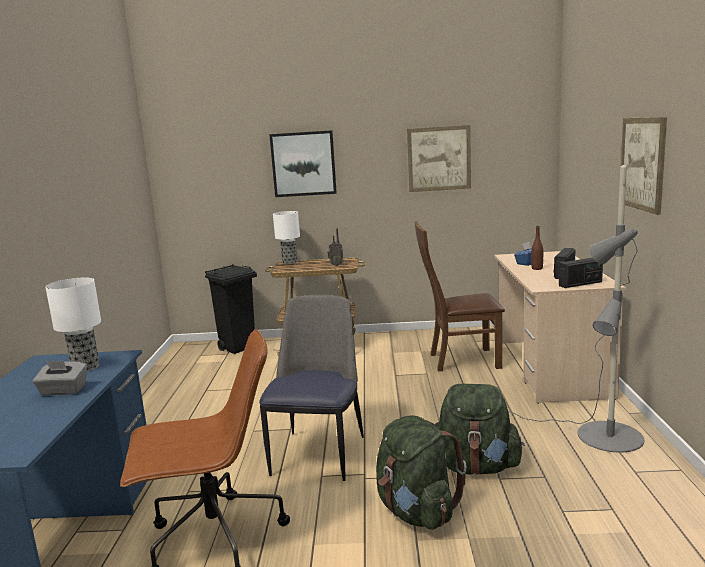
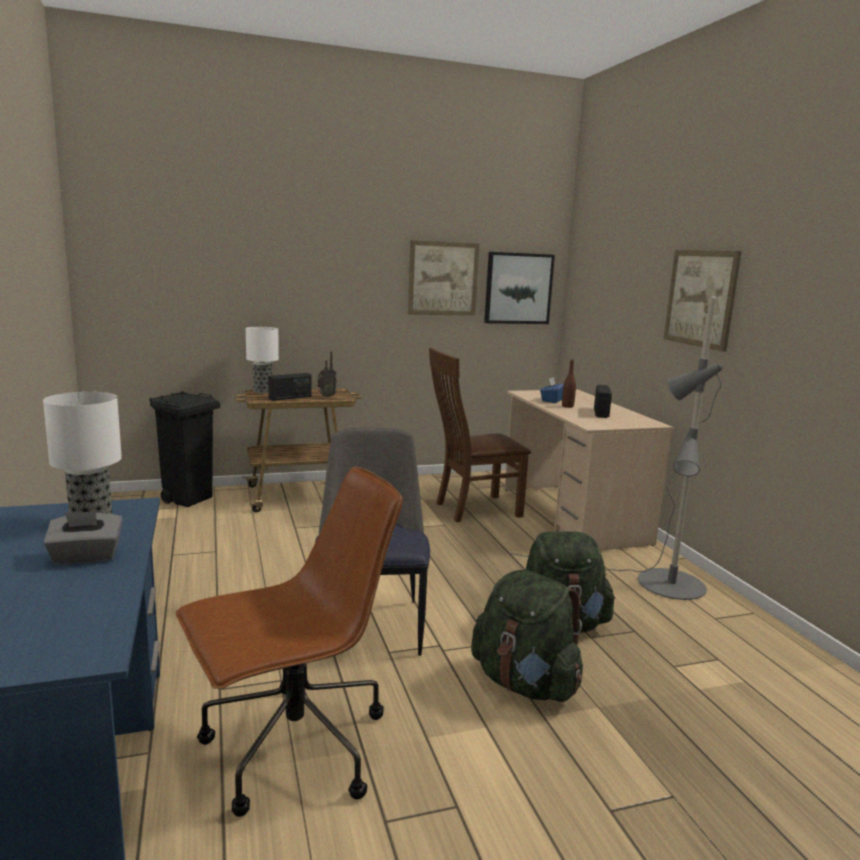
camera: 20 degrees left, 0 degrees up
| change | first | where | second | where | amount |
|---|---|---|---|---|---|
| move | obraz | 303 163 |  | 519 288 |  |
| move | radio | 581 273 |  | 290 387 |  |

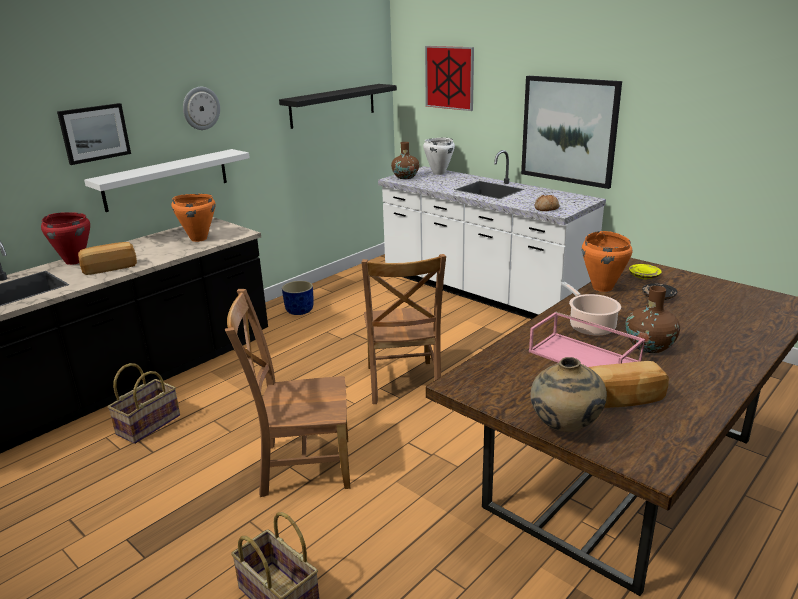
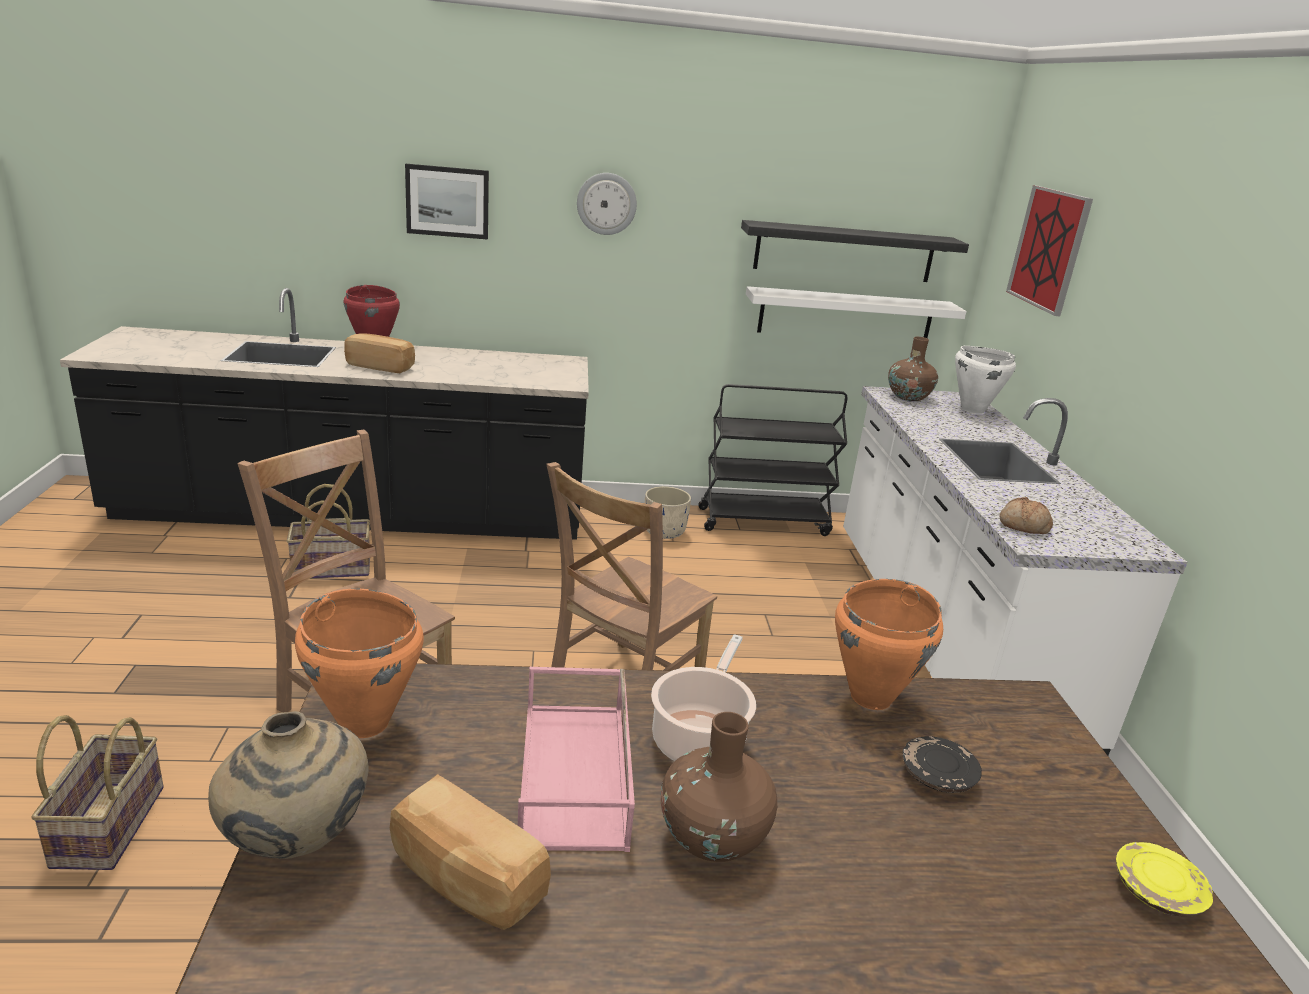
camera: 40 degrees right, 0 degrees up
| change | first | where | second | where | amount |
|---|---|---|---|---|---|
| delete | obraz | 571 132 |  |  |  |
| insert |  |  | wózek/czarny | 772 460 |  |
| move | półka/biały | 167 180 |  | 856 312 |  |
| move | garnek/pomarańczowy | 193 218 |  | 359 663 |  |
| move | talerz/żółty | 645 271 |  | 1164 879 |  |
| recolor | donica/niebieski | 298 298 | donica/beżowy | 668 512 |  |

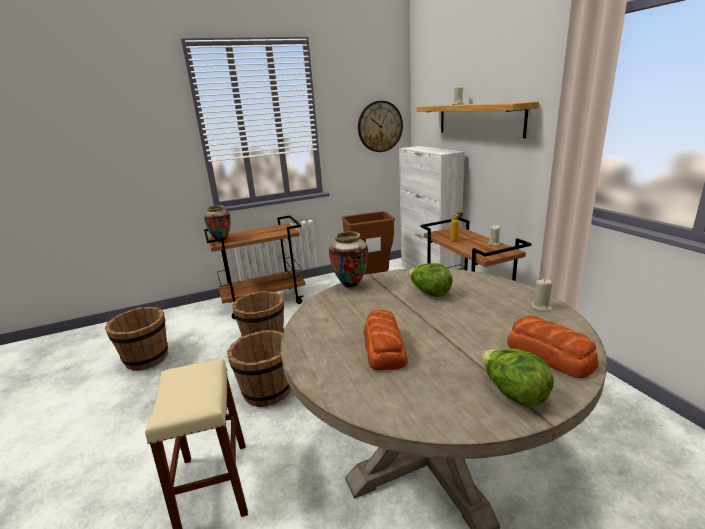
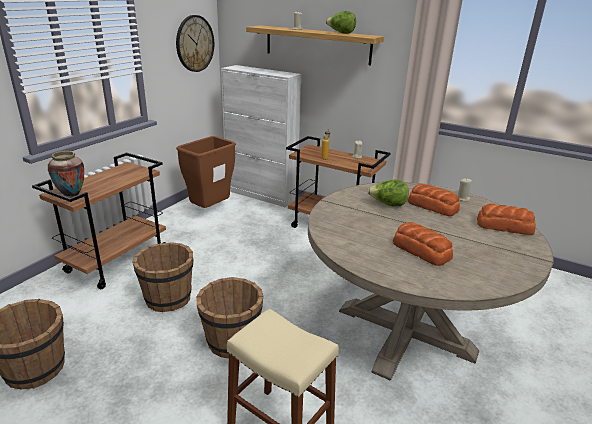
camera: 40 degrees left, 5 degrees up
| change | first | where | second | where | amount |
|---|---|---|---|---|---|
| delete | wazon | 348 260 |  |  |  |
| insert |  |  | chleb | 434 200 |  |
| move | sałata | 517 377 |  | 341 22 |  |

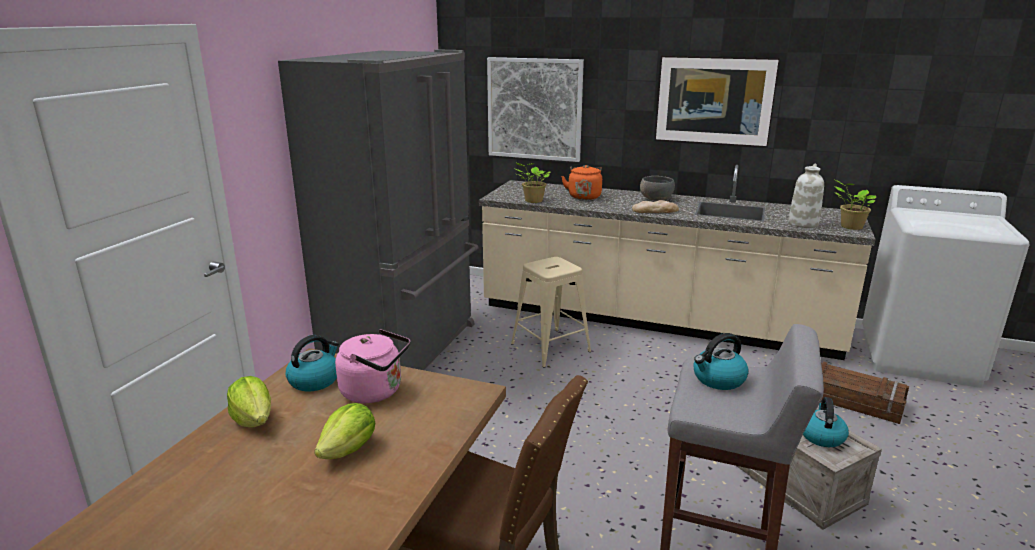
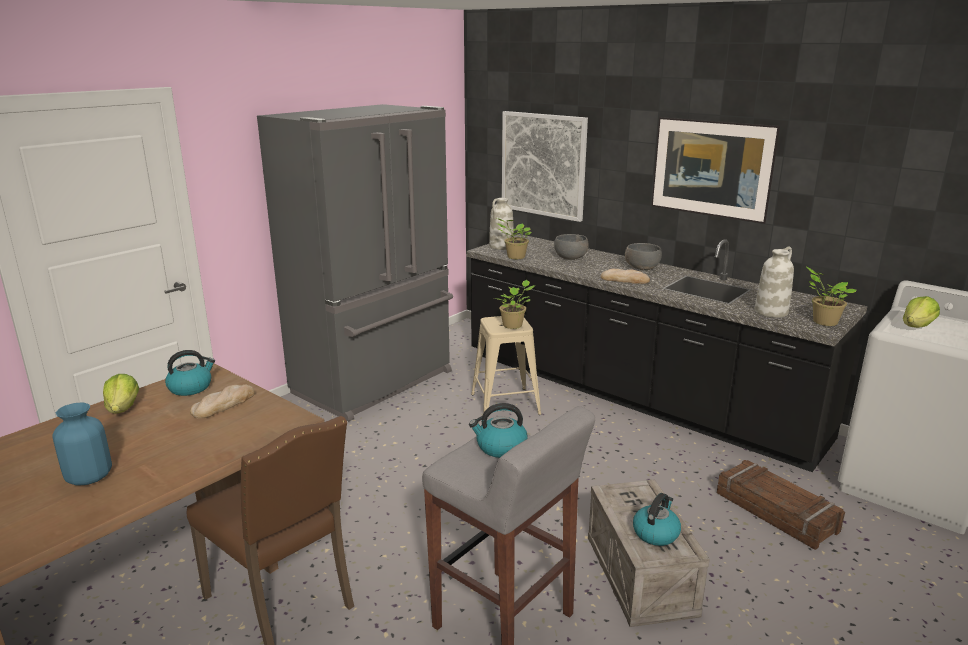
camera: 20 degrees right, 0 degrees up
| change | first | where | second | where | amount |
|---|---|---|---|---|---|
| insert |  |  | wazon/niebieski | 82 444 |  |
| insert |  |  | wazon/biały | 501 224 |  |
| insert |  |  | roślina doniczkowa | 514 304 |  |
| move | sałata | 344 431 |  | 921 312 |  |
| replace | czajnik/różowy | 372 366 | chleb | 222 402 |  |
| replace | czajnik/pomarańczowy | 581 182 | miska/szary | 571 247 |  |
| recolor | zabudowa kuchenna/beżowy | 677 262 | zabudowa kuchenna/czarny | 667 353 |  |

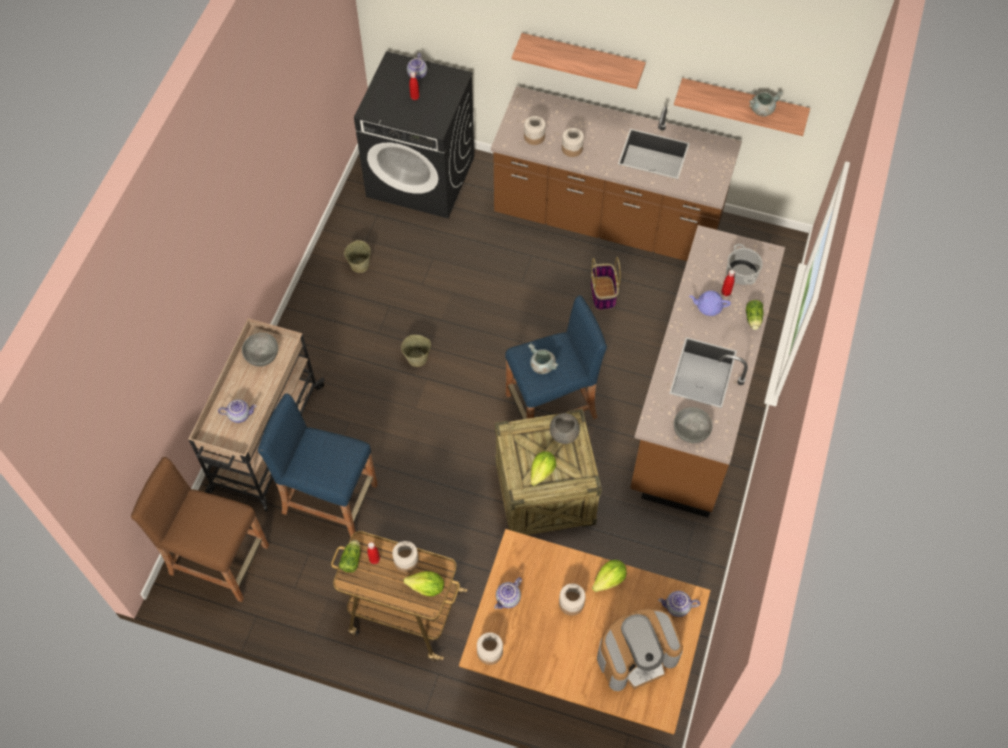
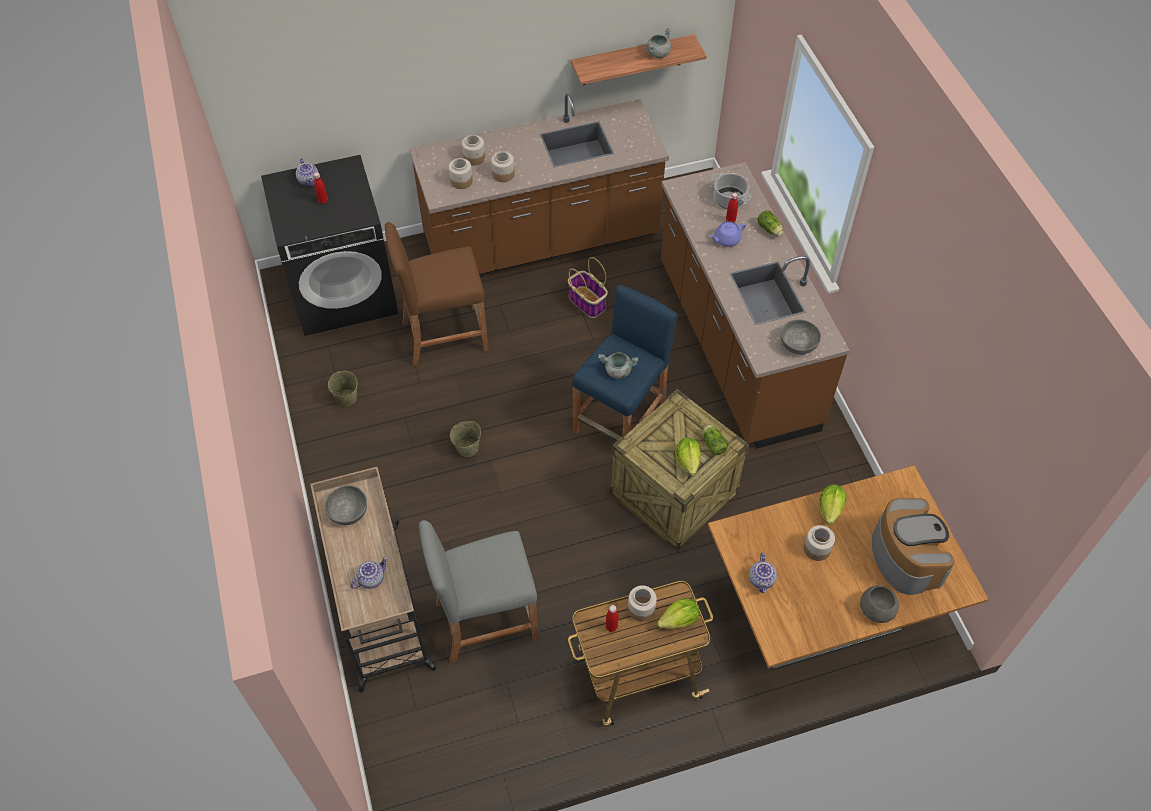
camera: 35 degrees left, 5 degrees down
| change | first | where | second | where | amount |
|---|---|---|---|---|---|
| delete | półka | 579 61 |  |  |  |
| delete | imbryk | 679 604 |  |  |  |
| move | stołek/brązowy | 200 529 |  | 437 294 |  |
| move | sałata | 350 556 |  | 715 439 |  |
| move | słoik | 490 648 |  | 473 150 |  |
| move | miska/szary | 565 428 |  | 879 604 |  |
| recolor | stołek/niebieski | 318 465 | stołek/szary | 479 591 |  |
| rotate | ekspres do kawy | 640 650 |  | 913 546 | 45 degrees counterclockwise |

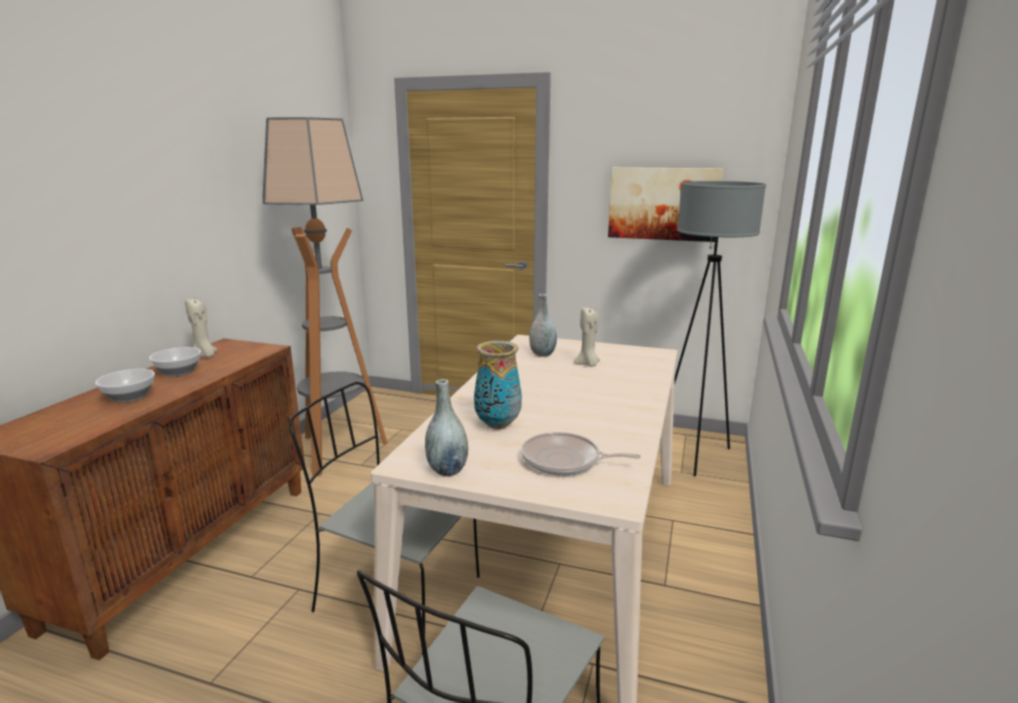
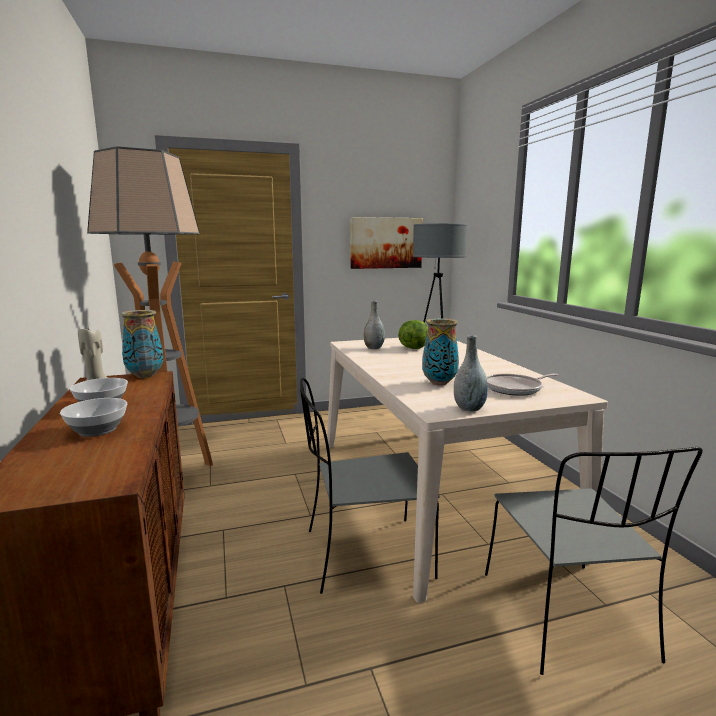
camera: 35 degrees left, 5 degrees down
| change | first | where | second | where | amount |
|---|---|---|---|---|---|
| insert |  |  | wazon | 142 344 |  |
| replace | świeca/beżowy | 587 337 | sałata | 413 334 |  |

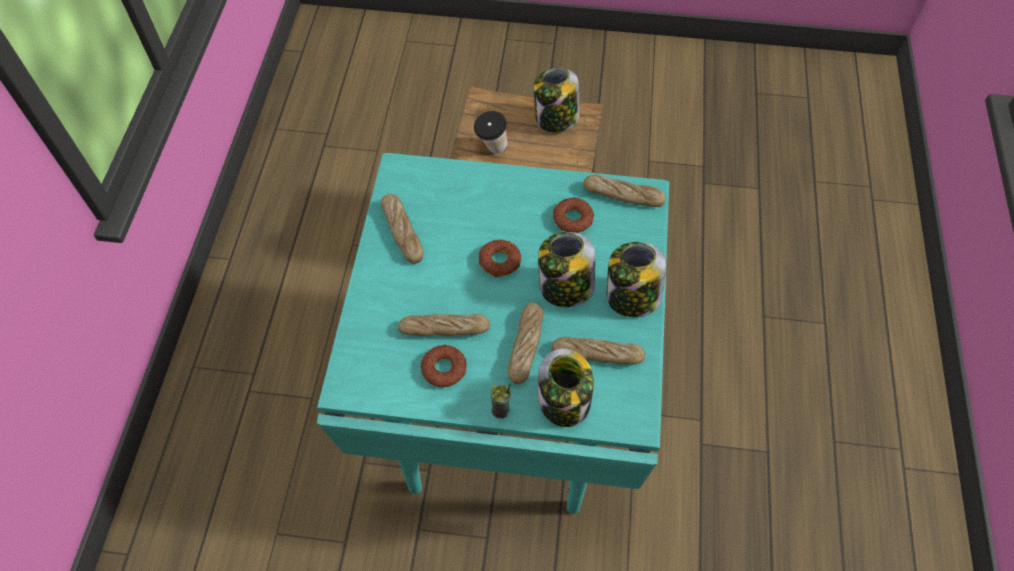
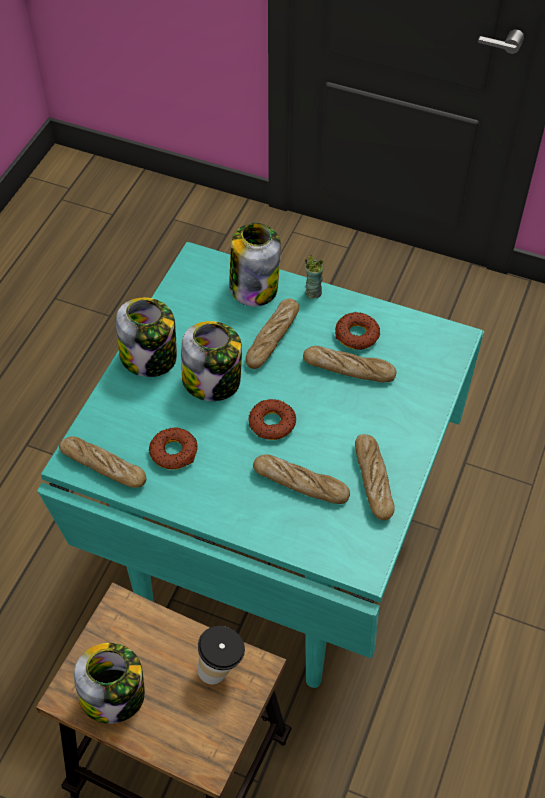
camera: 165 degrees left, 5 degrees down
| change | first | where | second | where | amount |
|---|---|---|---|---|---|
| move | chleb | 598 350 |  | 301 479 |  |

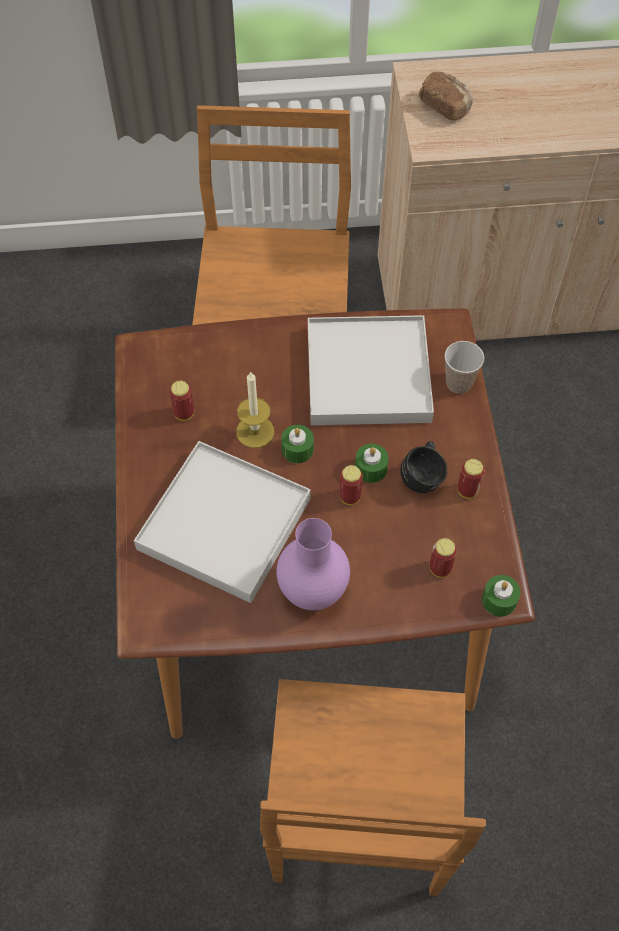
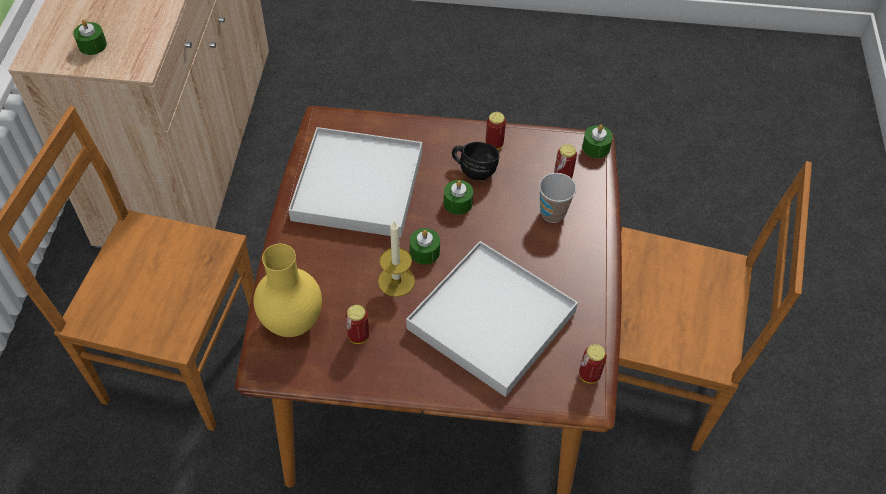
camera: 80 degrees left, 5 degrees down
| change | first | where | second | where | amount |
|---|---|---|---|---|---|
| delete | wazon/fioletowy | 313 564 |  |  |  |
| insert |  |  | wazon/żółty | 287 290 |  |
| move | puszka | 351 485 |  | 593 364 |  |
| move | filiżanka | 464 367 |  | 557 198 |  |
| replace | chleb | 446 96 | świeca/zielony | 90 37 |  |

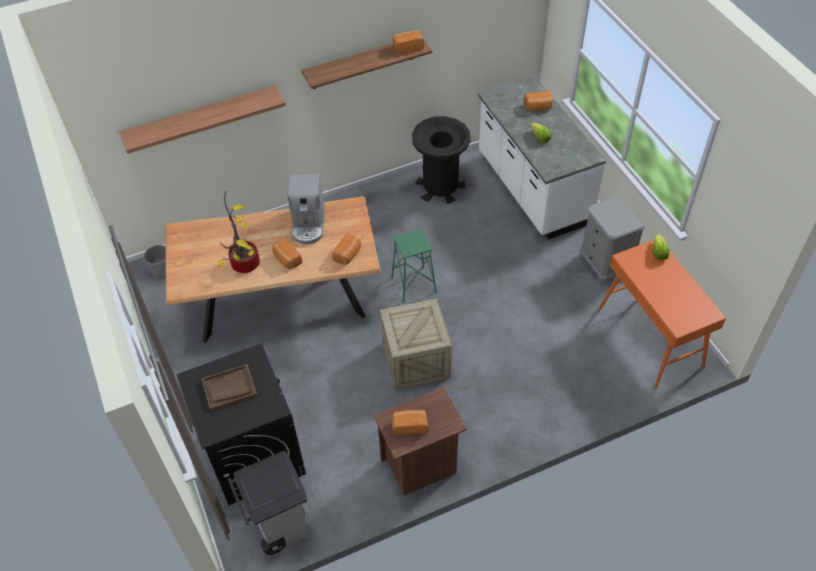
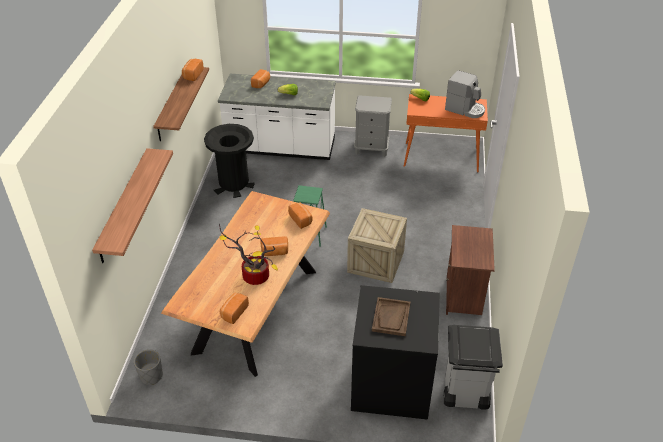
camera: 60 degrees left, 10 degrees down
| change | first | where | second | where | amount |
|---|---|---|---|---|---|
| move | ekspres do kawy | 306 209 |  | 465 94 |  |
| move | chleb | 410 422 |  | 234 308 |  |

